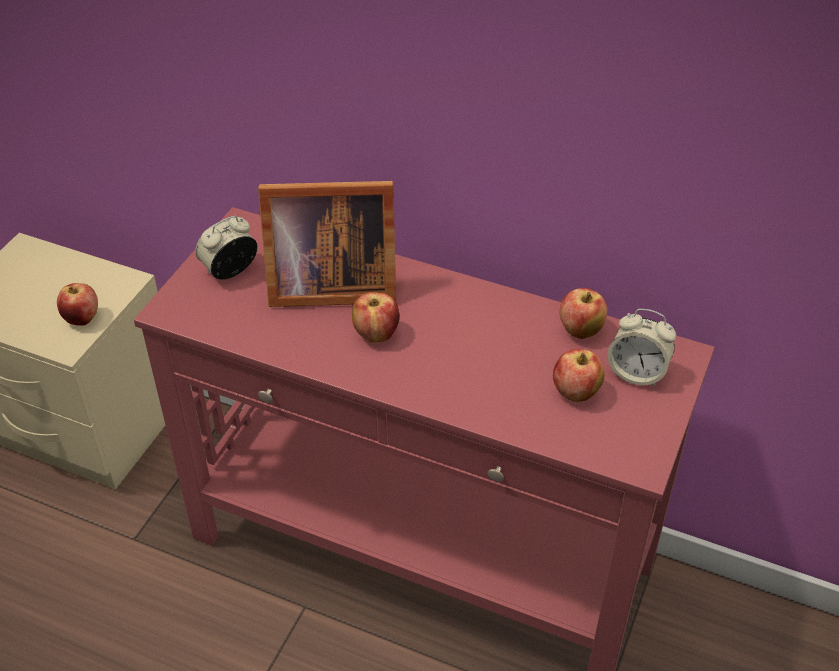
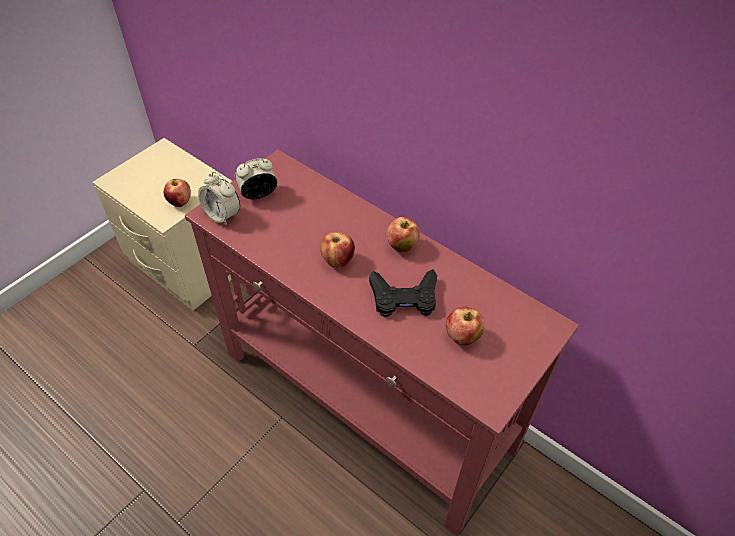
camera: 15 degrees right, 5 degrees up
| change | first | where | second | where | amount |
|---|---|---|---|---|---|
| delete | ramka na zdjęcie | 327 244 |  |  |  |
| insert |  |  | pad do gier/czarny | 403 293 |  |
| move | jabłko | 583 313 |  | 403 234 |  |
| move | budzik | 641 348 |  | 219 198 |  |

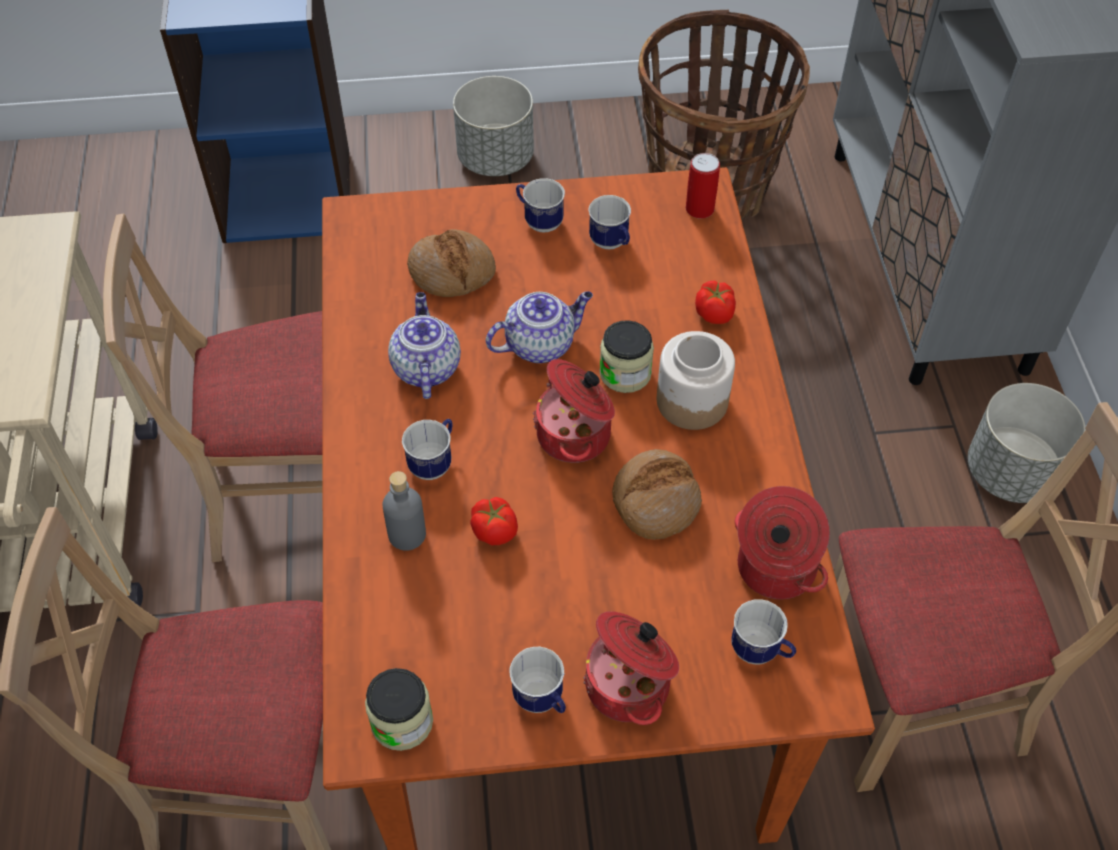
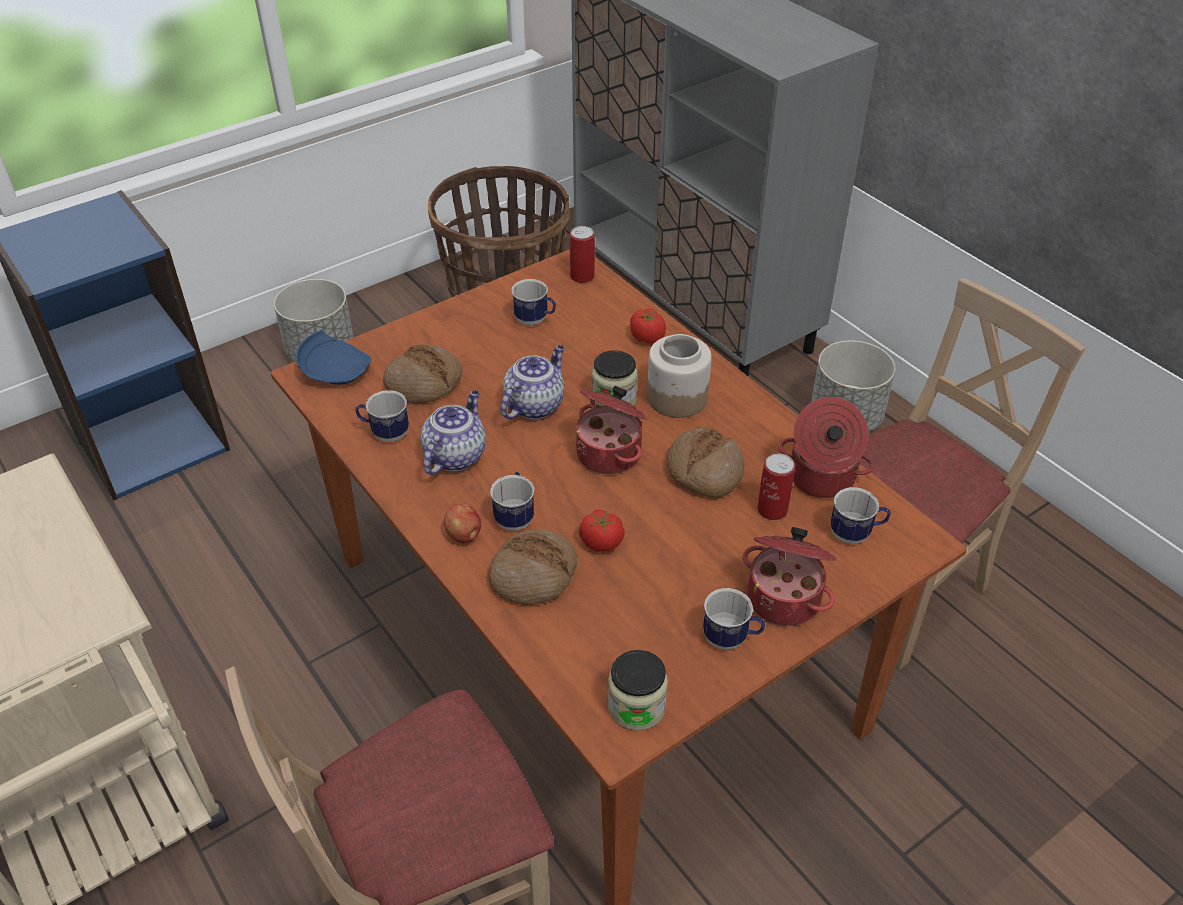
camera: 30 degrees left, 10 degrees down
| change | first | where | second | where | amount |
|---|---|---|---|---|---|
| delete | krzesło/beżowy | 213 388 |  |  |  |
| insert |  |  | talerz/niebieski | 333 357 |  |
| insert |  |  | jabłko | 462 523 |  |
| insert |  |  | puszka | 776 486 |  |
| move | kubek | 540 205 |  | 382 416 |  |
| replace | butelka/szary | 404 511 | chleb | 533 567 |  |
| rotate | imbryk | 424 345 |  | 453 432 | 60 degrees clockwise |

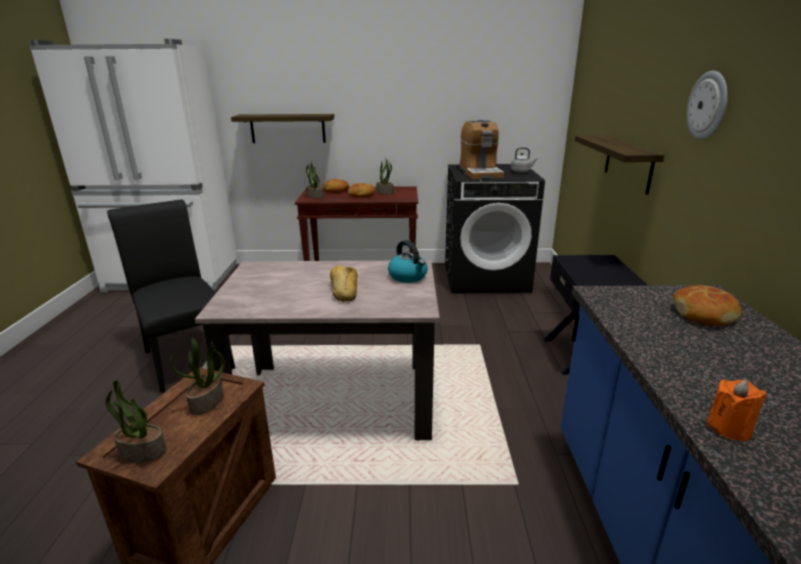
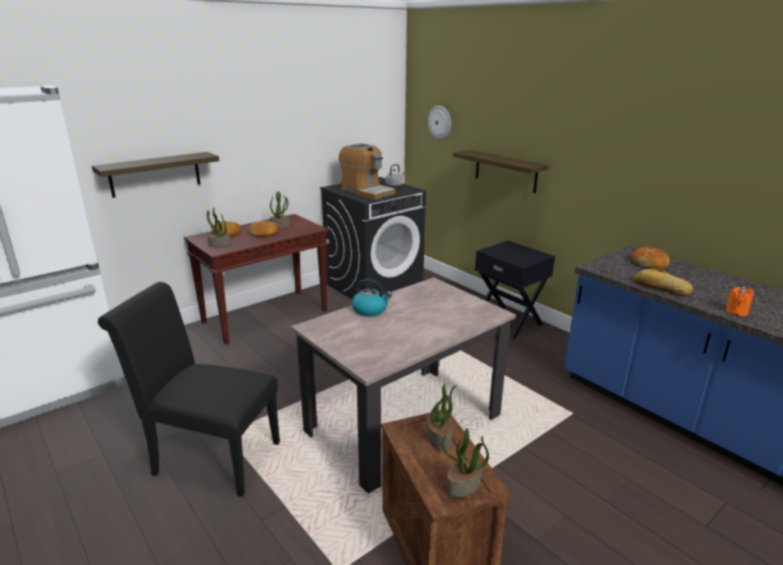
camera: 40 degrees left, 0 degrees up
| change | first | where | second | where | amount |
|---|---|---|---|---|---|
| move | chleb | 343 283 |  | 663 282 |  |
| move | czajnik | 407 261 |  | 372 298 |  |
| move | zegar ścienny | 707 105 |  | 439 123 |  |

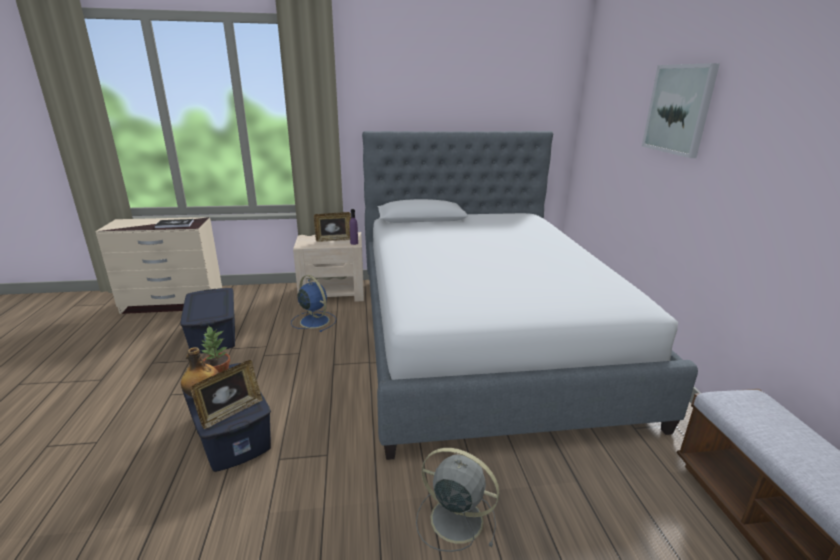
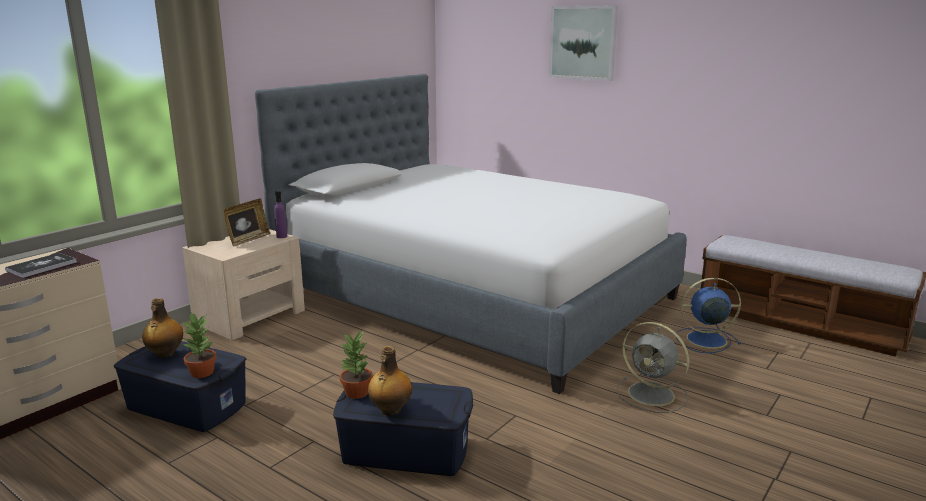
camera: 45 degrees left, 5 degrees down
| change | first | where | second | where | amount |
|---|---|---|---|---|---|
| delete | ramka na zdjęcie | 227 394 |  |  |  |
| insert |  |  | butelka | 162 328 |  |
| insert |  |  | roślina doniczkowa | 200 345 |  |
| move | wentylator/niebieski | 313 303 |  | 708 315 |  |
| rotate | wentylator/szary | 457 500 |  | 653 367 | 120 degrees counterclockwise |

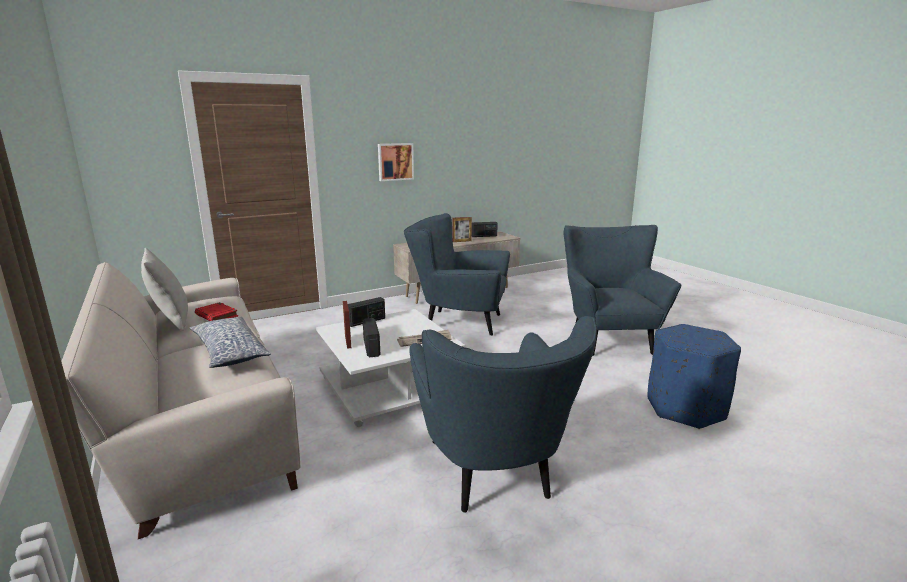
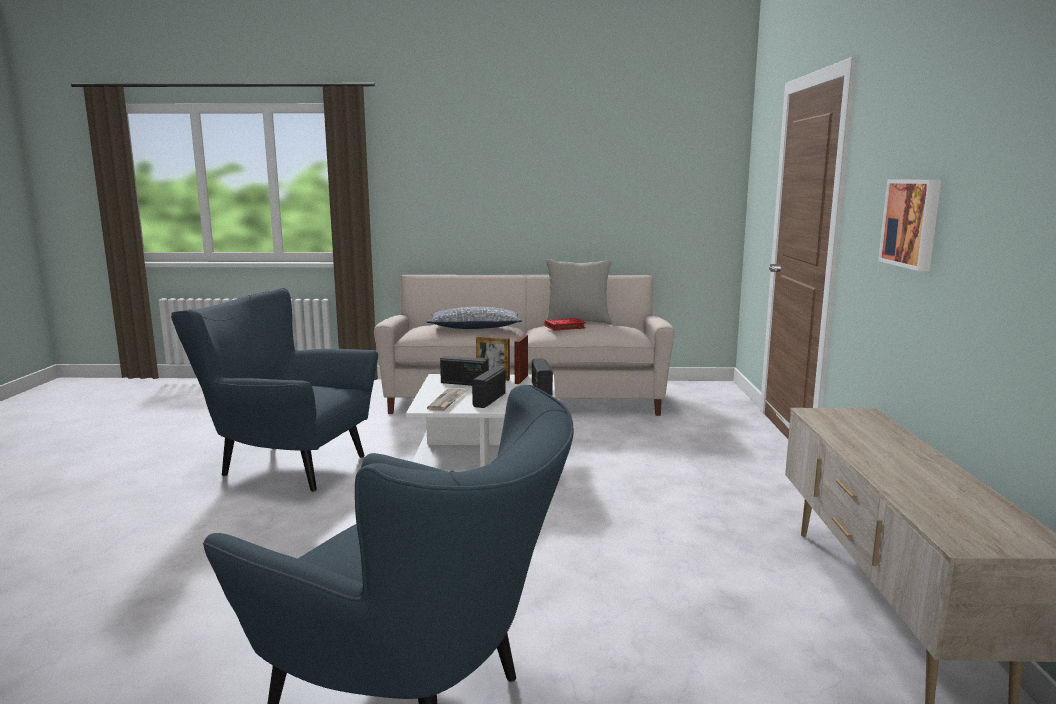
camera: 120 degrees right, 5 degrees down
| change | first | where | second | where | amount |
|---|---|---|---|---|---|
| delete | fotel/niebieski | 457 274 |  |  |  |
| delete | pufa/niebieski | 694 376 |  |  |  |
| move | ramka na zdjęcie | 462 229 |  | 521 359 |  |
| move | radio | 485 229 |  | 489 387 |  |

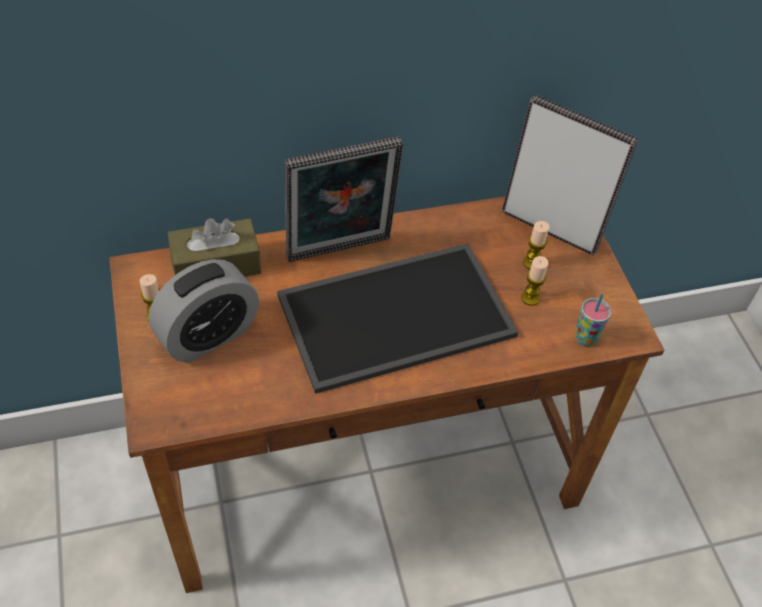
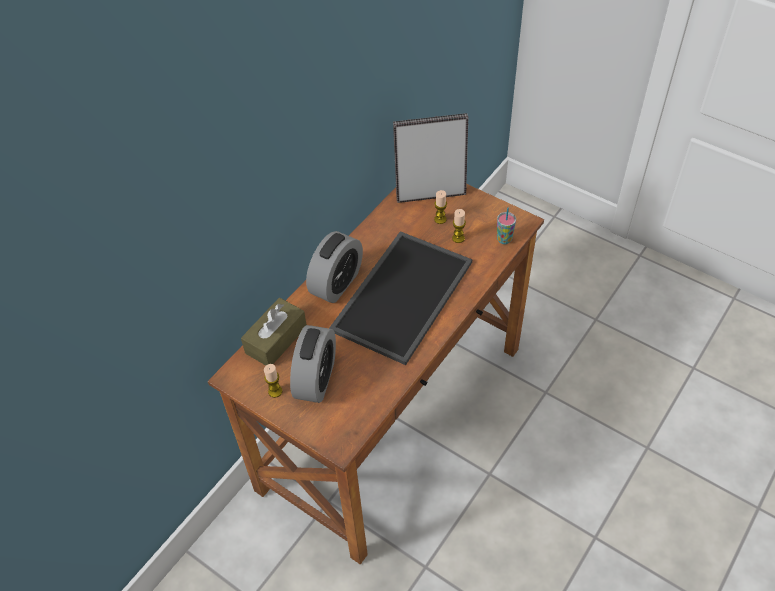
camera: 35 degrees left, 0 degrees up
| change | first | where | second | where | amount |
|---|---|---|---|---|---|
| replace | ramka na zdjęcie | 344 199 | budzik | 334 267 |  |

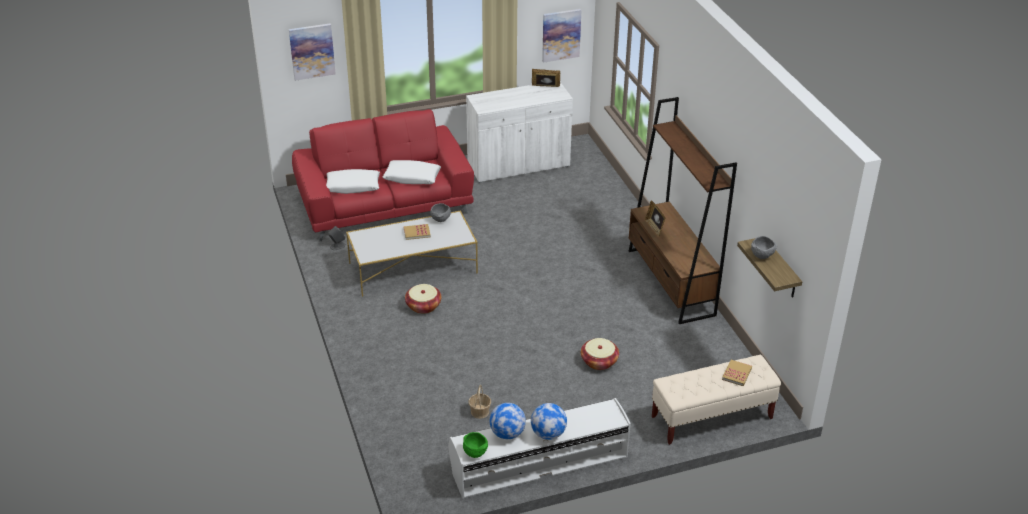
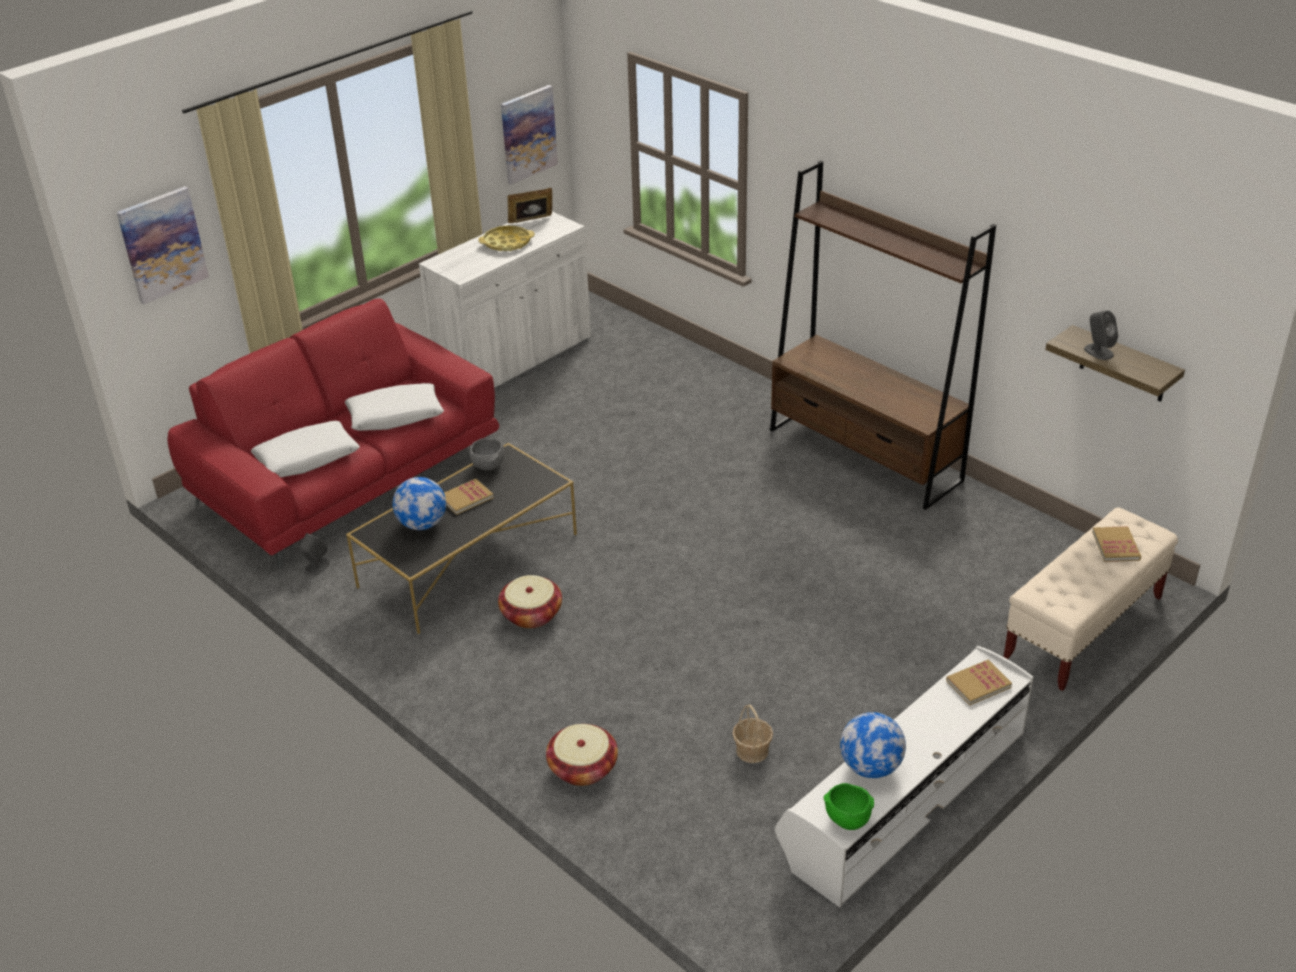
camera: 25 degrees left, 0 degrees up
| change | first | where | second | where | amount |
|---|---|---|---|---|---|
| delete | ramka na zdjęcie | 655 218 |  |  |  |
| insert |  |  | taca/żółty | 507 238 |  |
| insert |  |  | książka | 979 682 |  |
| move | globus | 549 421 |  | 419 503 |  |
| move | koszyk | 600 354 |  | 582 755 |  |
| replace | miska/szary | 764 247 | głośnik/szary | 1101 335 |  |
| recolor | ława/biały | 412 253 | ława/czarny | 461 538 |  |

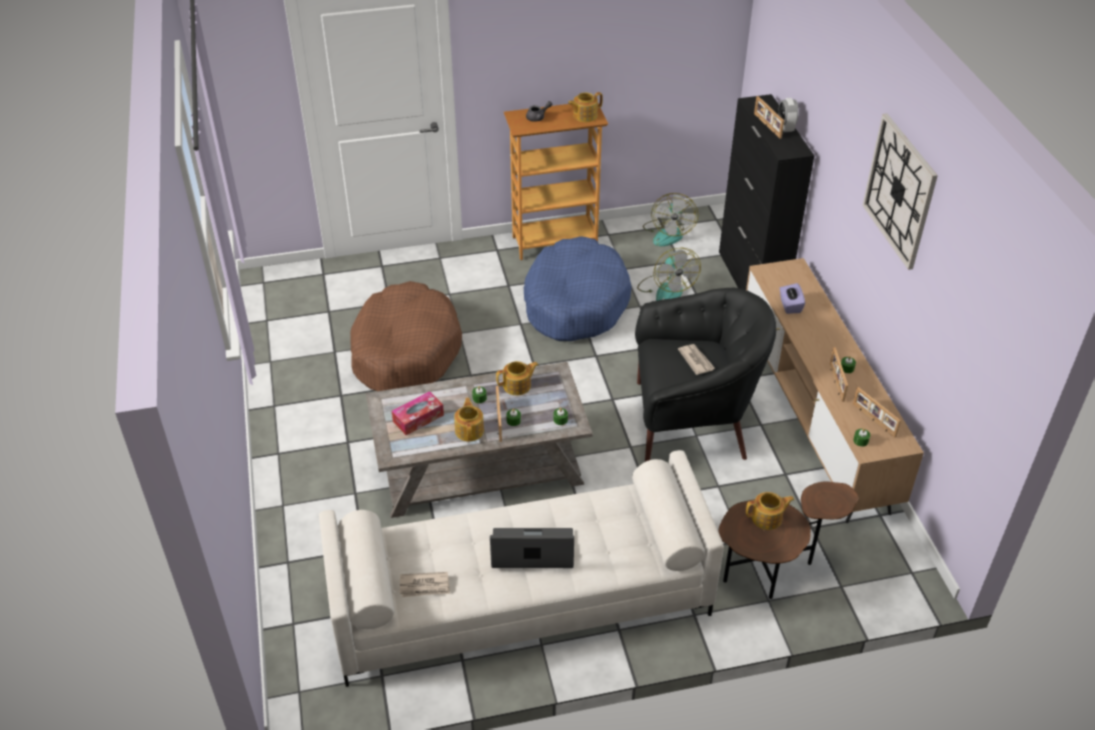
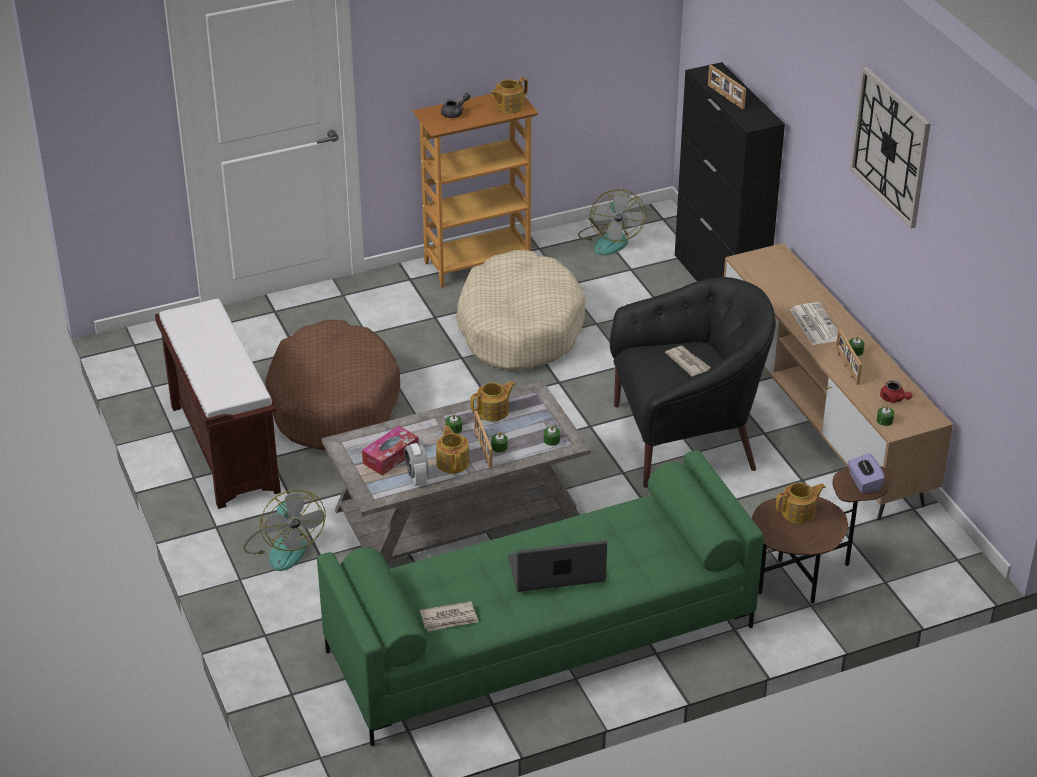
camera: 10 degrees left, 5 degrees down
| change | first | where | second | where | amount |
|---|---|---|---|---|---|
| insert |  |  | ławka/brązowy | 218 404 |  |
| insert |  |  | gazeta | 814 323 |  |
| move | wentylator | 669 274 |  | 284 530 |  |
| move | budzik | 789 115 |  | 416 464 |  |
| move | pudełko chusteczek/fioletowy | 792 298 |  | 866 473 |  |
| replace | ramka na zdjęcie | 877 412 | imbryk/czerwony | 896 391 |  |
| recolor | kanapa/biały | 521 568 | kanapa/zielony | 540 598 |  |
| recolor | legowisko/niebieski | 578 288 | legowisko/beżowy | 521 310 |  |

